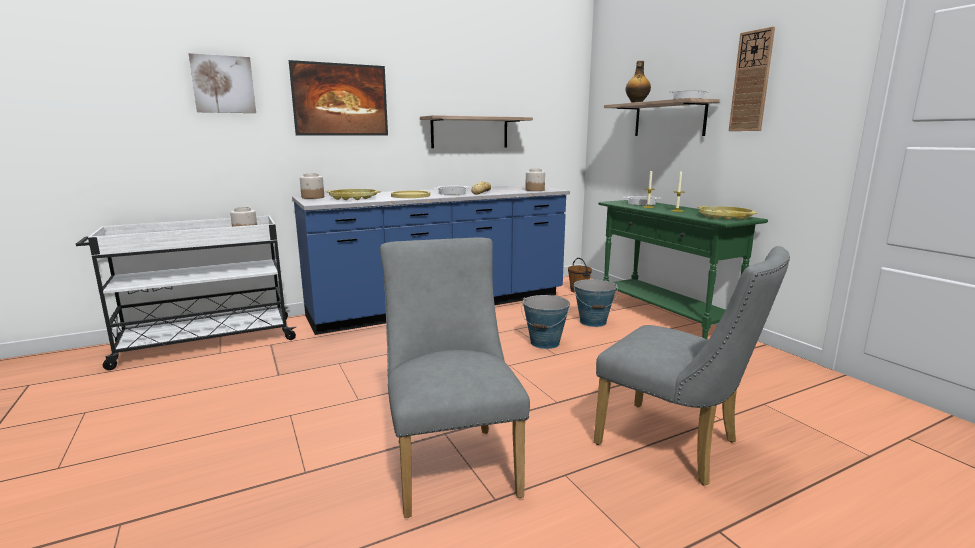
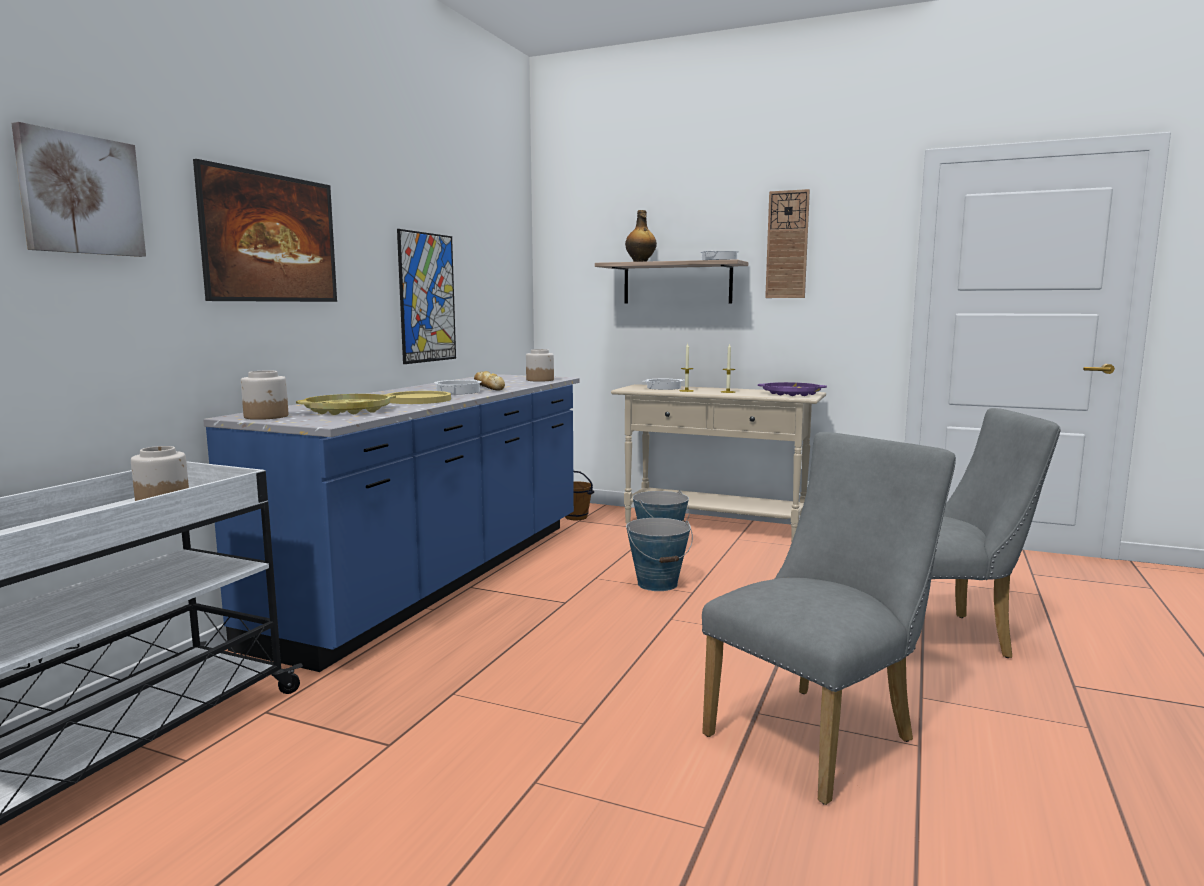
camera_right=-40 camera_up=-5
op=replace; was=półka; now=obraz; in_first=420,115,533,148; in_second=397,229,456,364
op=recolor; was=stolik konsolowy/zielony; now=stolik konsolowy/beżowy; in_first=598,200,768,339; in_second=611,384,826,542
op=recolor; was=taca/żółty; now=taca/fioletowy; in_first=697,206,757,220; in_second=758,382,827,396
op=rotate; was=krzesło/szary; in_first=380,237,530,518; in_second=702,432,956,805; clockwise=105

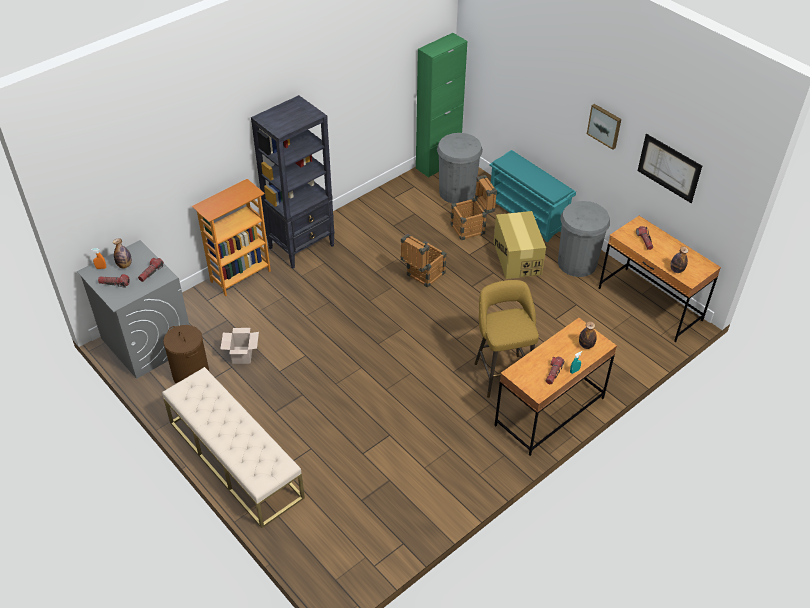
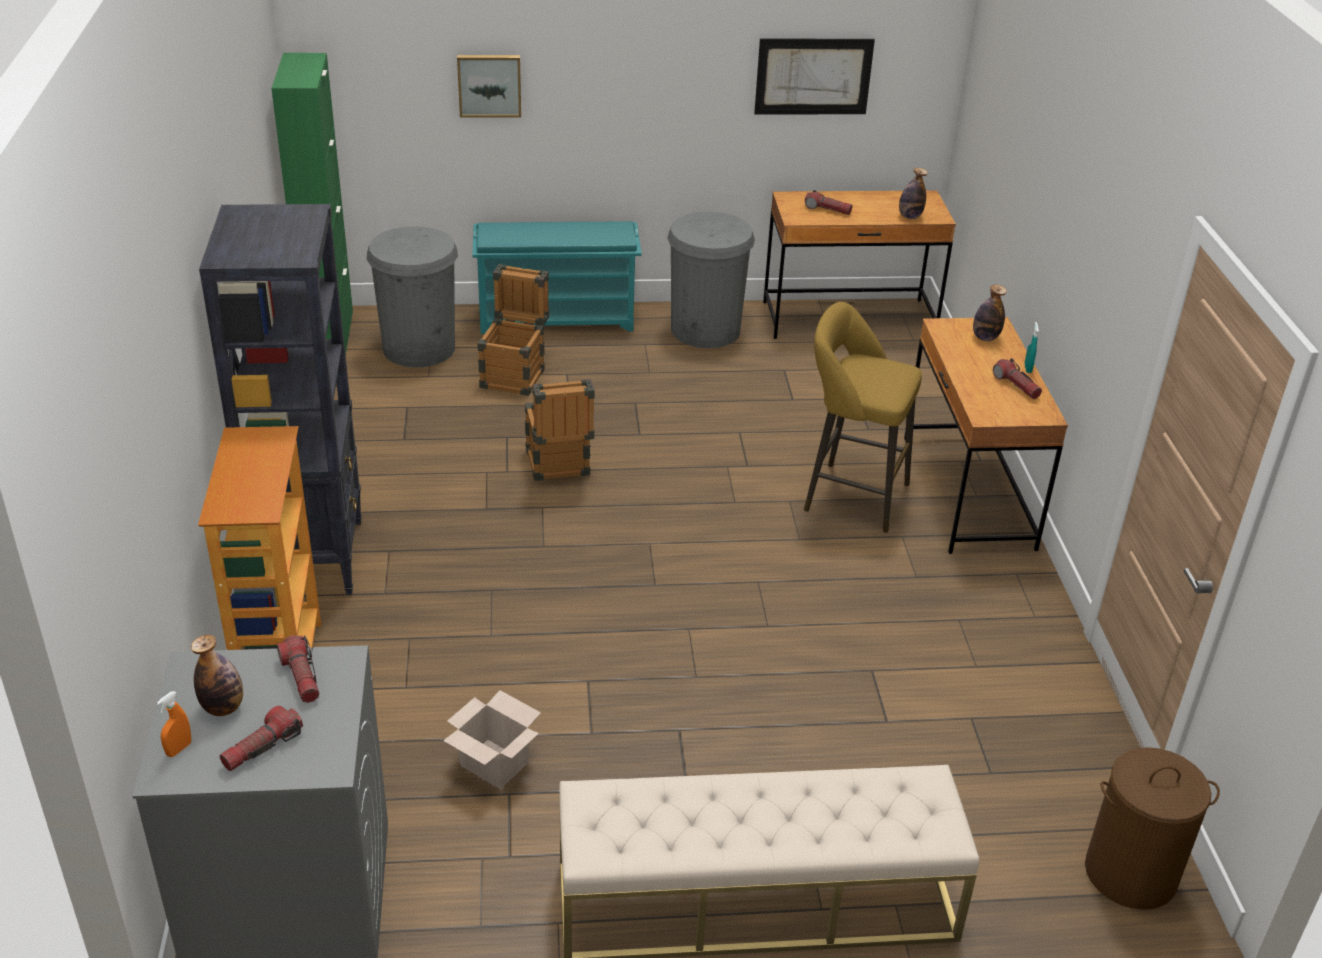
camera_right=-55 camera_up=-10
op=delete; was=karton; in_first=493,211,546,279
op=move; was=kosz na pranie/brązowy; in_first=163,325,209,384; in_second=1085,747,1220,910
op=move; was=obraz; in_first=587,104,621,150; in_second=457,55,521,118

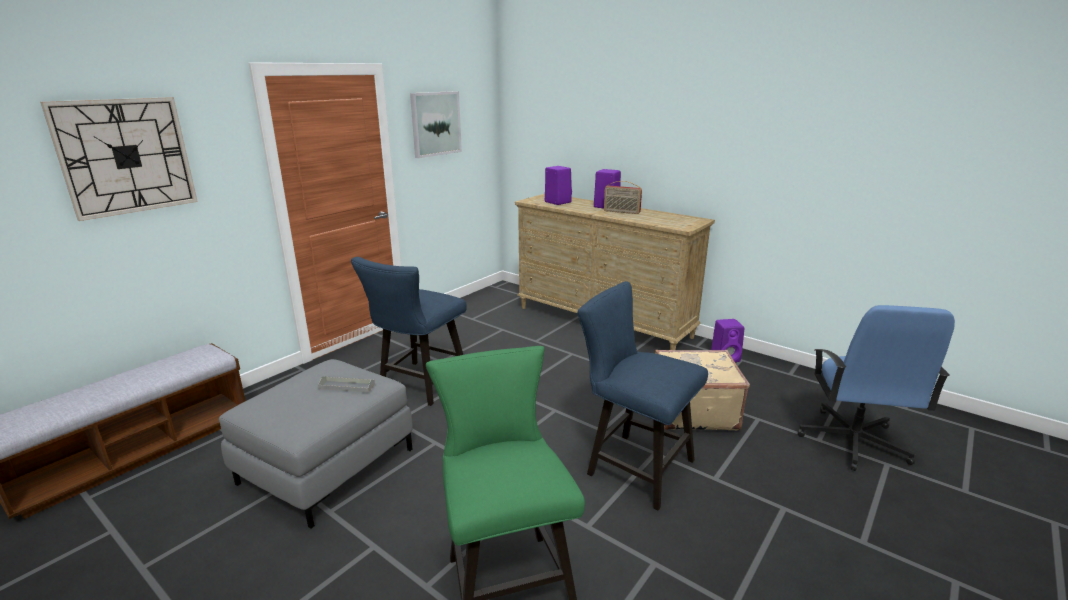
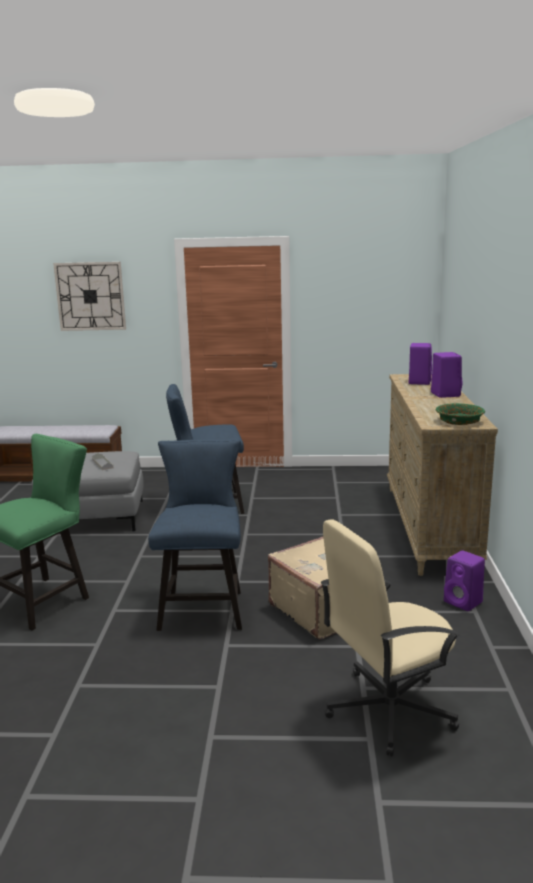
camera_right=55 camera_up=-5
op=delete; was=obraz; in_first=410,91,462,158
op=delete; was=radio; in_first=604,181,642,214
op=insert; now=miska/zielony; in_second=436,403,485,425
op=recolor; was=krzesło biurowe/niebieski; now=krzesło biurowe/beżowy; in_first=798,305,955,471; in_second=320,520,460,757

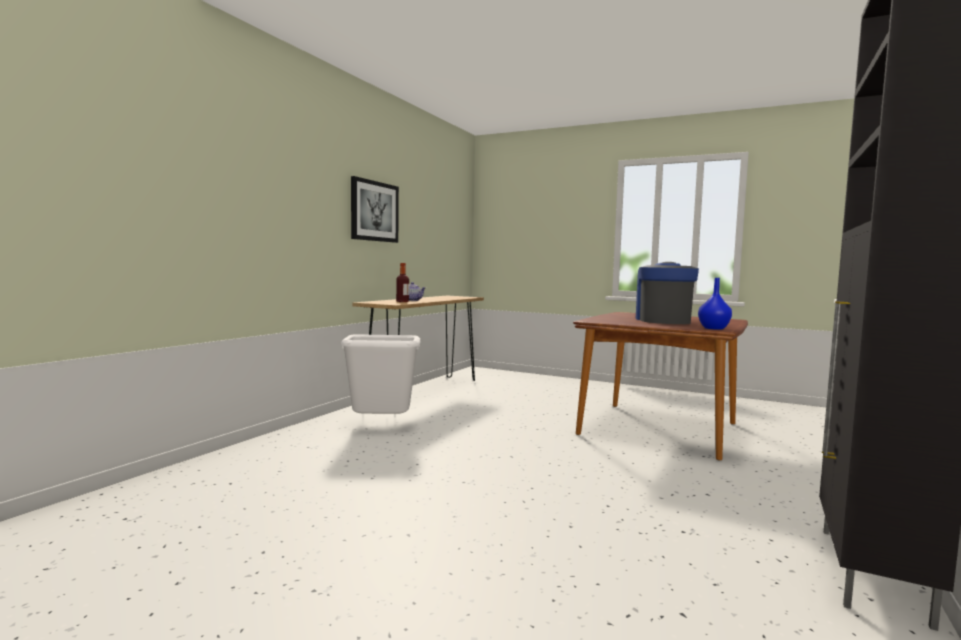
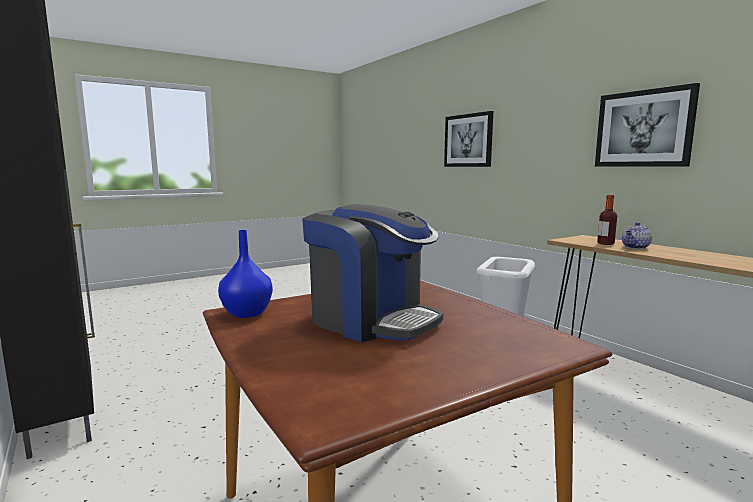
camera_right=120 camera_up=5
op=insert; now=obraz; in_second=444,111,493,167

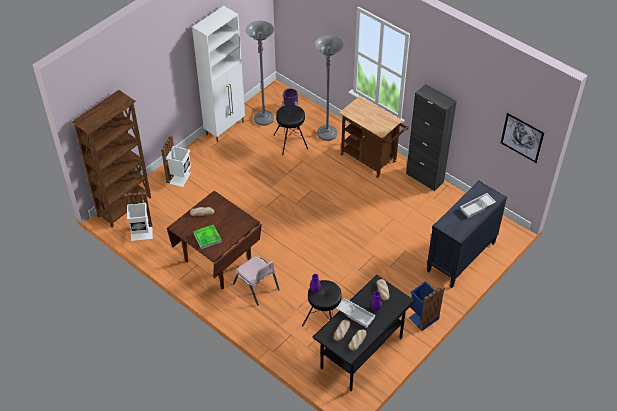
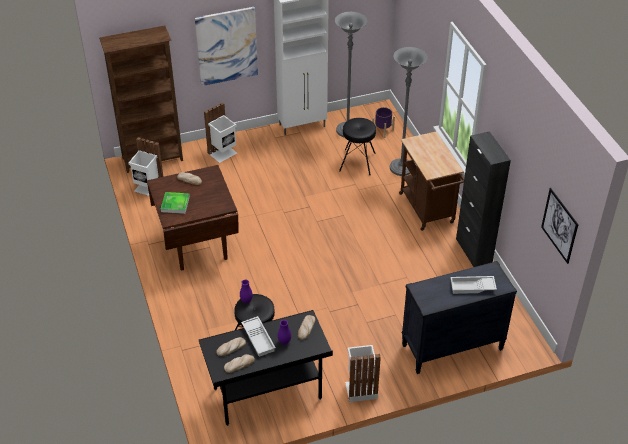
camera_right=30 camera_up=-5
op=delete; was=krzesło/różowy; in_first=233,256,280,306
op=insert; now=obraz; in_second=195,7,258,86
op=recolor; was=kosz na śmieci/niebieski; now=kosz na śmieci/biały; in_first=409,281,445,331; in_second=345,345,381,402

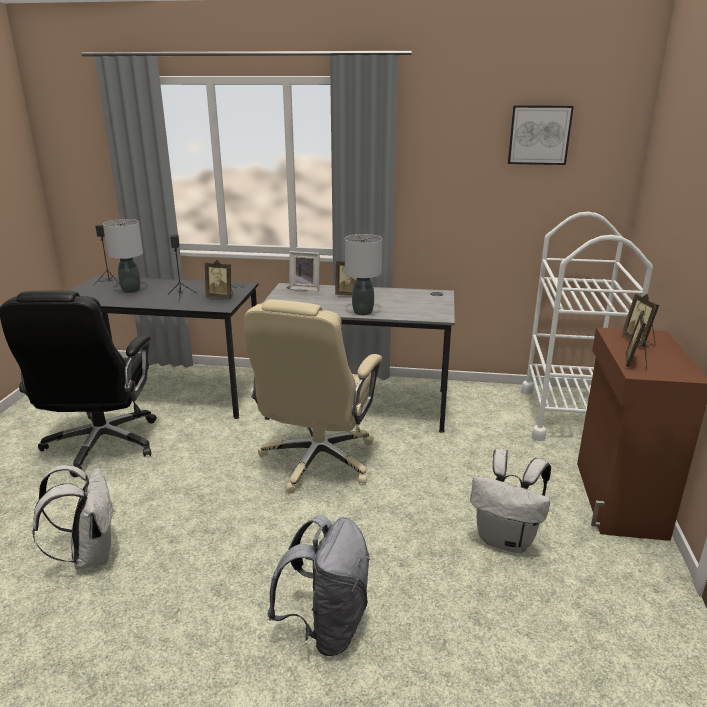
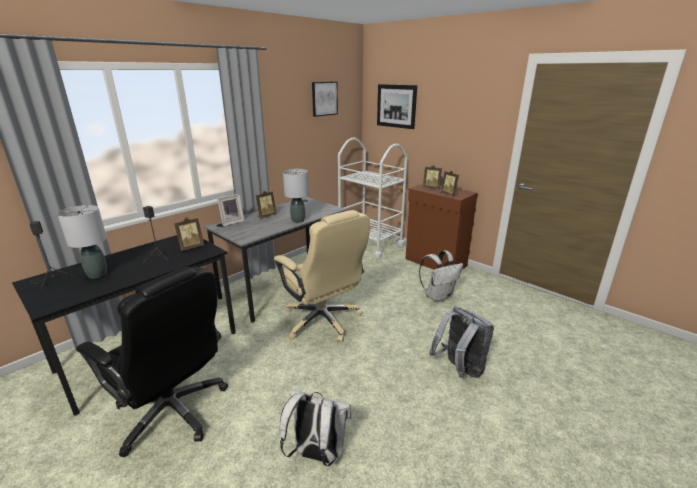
camera_right=-55 camera_up=0
op=insert; now=obraz; in_second=377,84,417,129

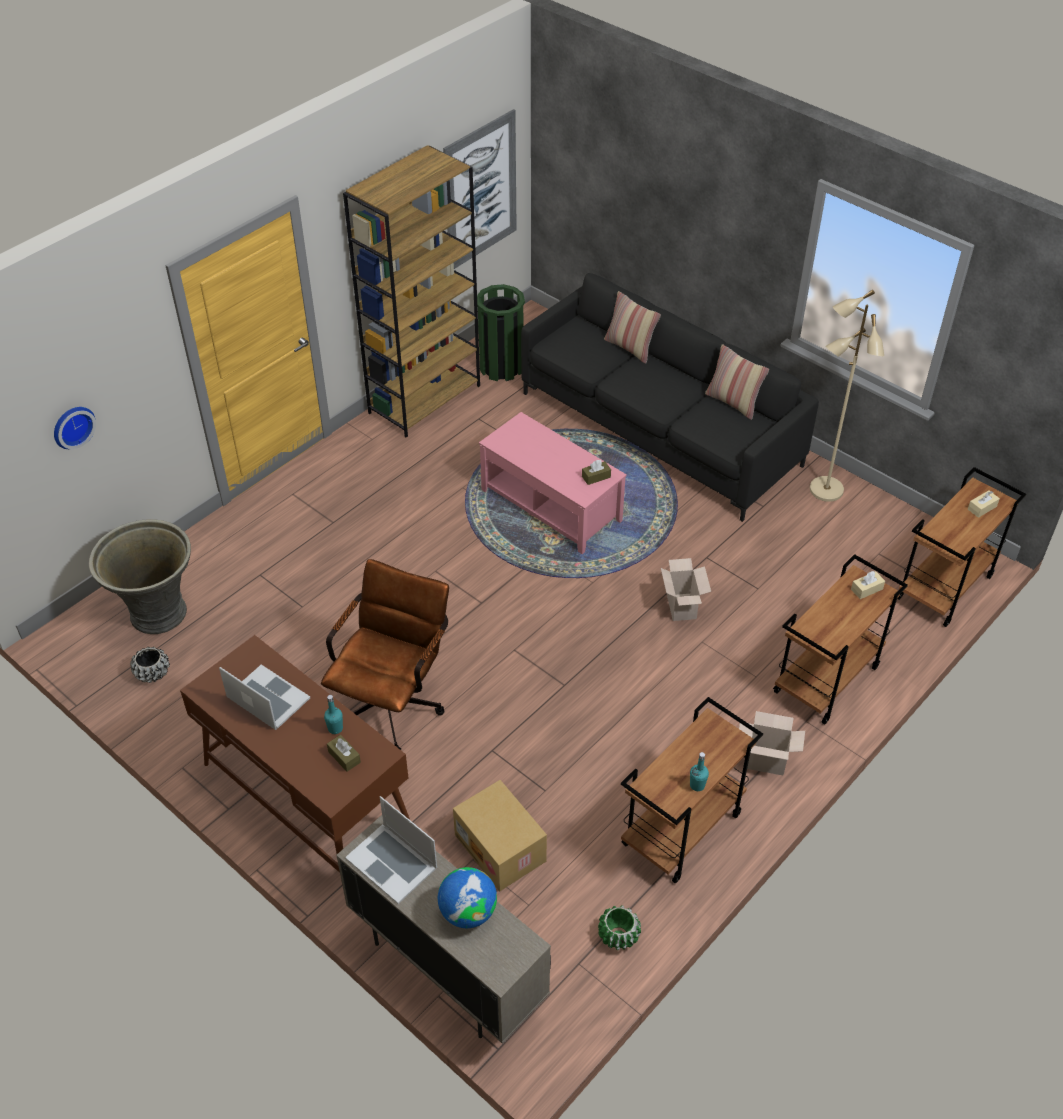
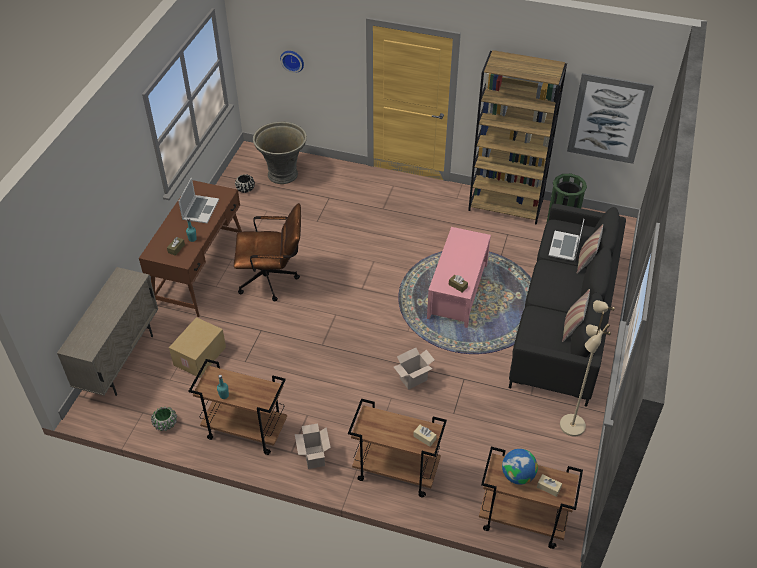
camera_right=65 camera_up=0
op=move; was=laptop; in_first=345,796,437,904; in_second=549,219,584,261
op=move; was=globus; in_first=438,867,497,928; in_second=502,449,538,485

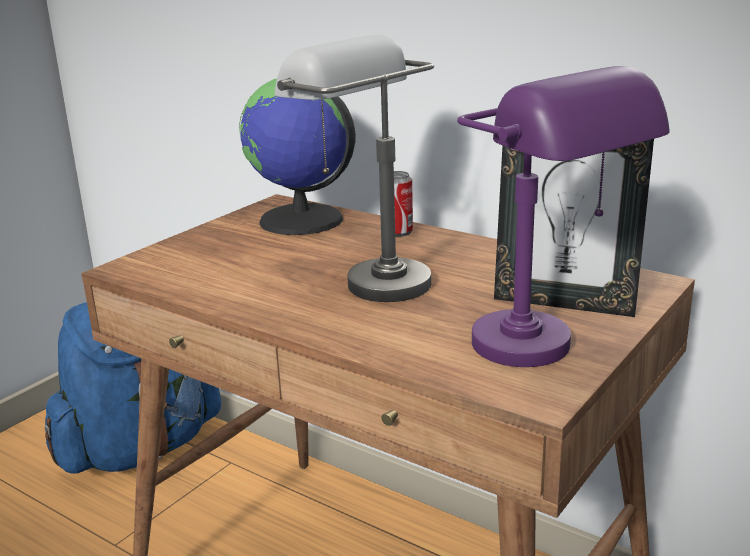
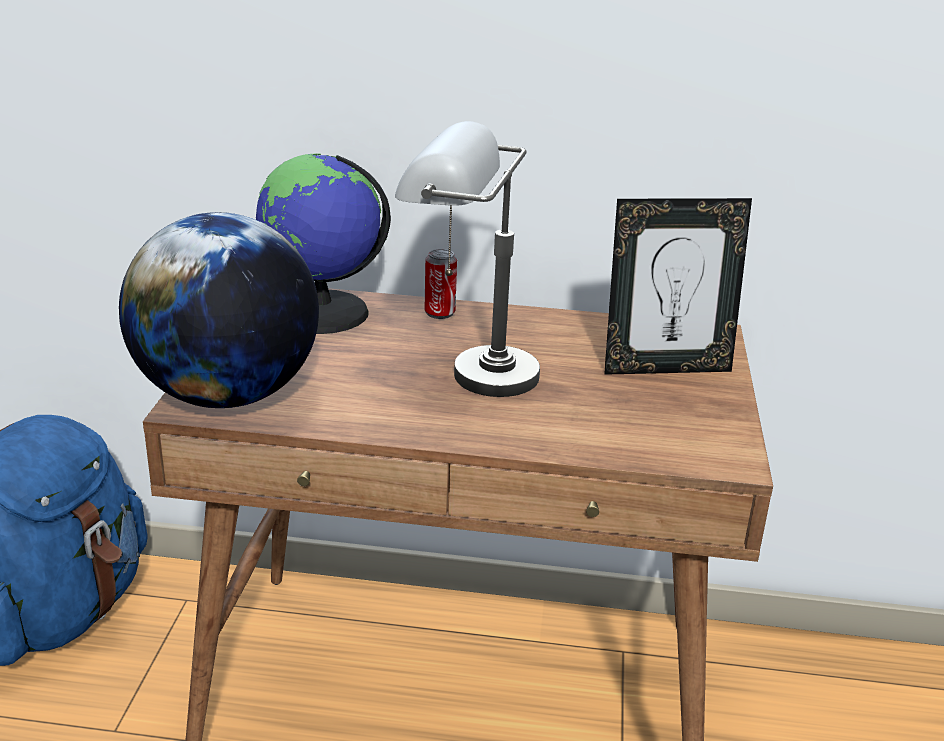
camera_right=-30 camera_up=5
op=delete; was=lampa stołowa/fioletowy; in_first=457,66,670,367
op=insert; now=globus; in_second=119,212,319,408

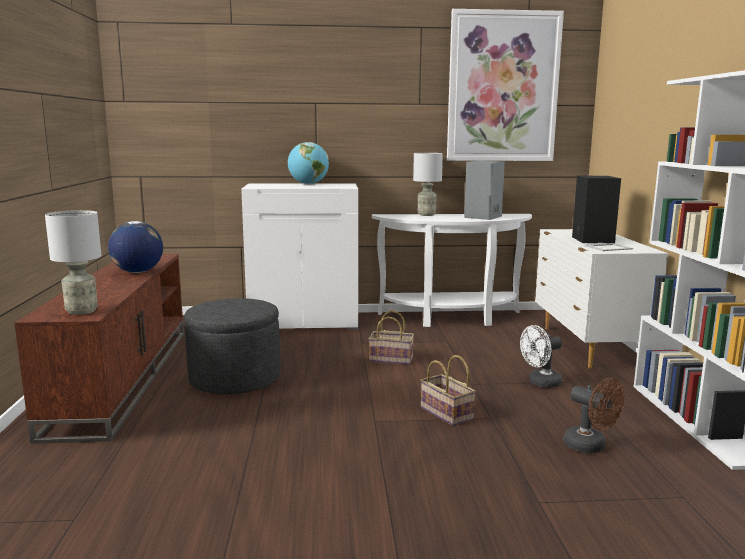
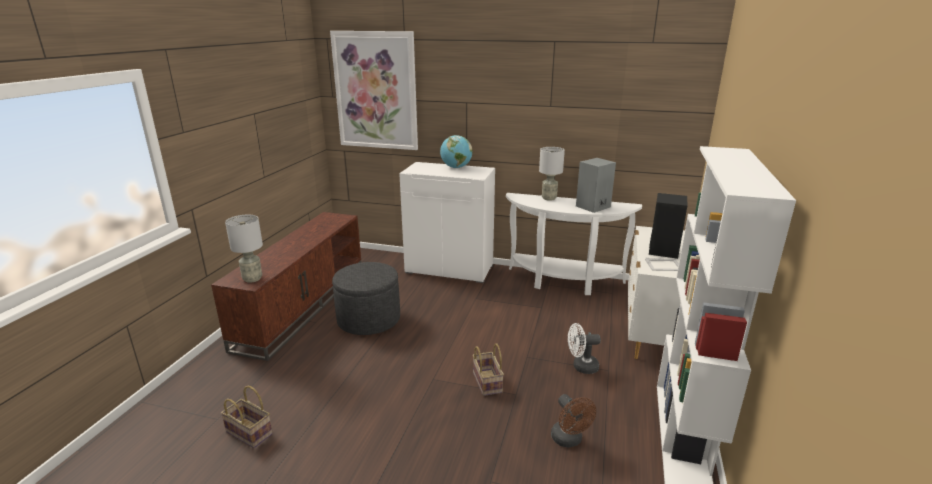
camera_right=20 camera_up=10
op=delete; was=globus; in_first=108,221,163,273
op=move; was=koszyk; in_first=369,310,414,364; in_second=221,386,273,448
op=move; was=obraz; in_first=447,9,564,161; in_second=330,31,418,150

